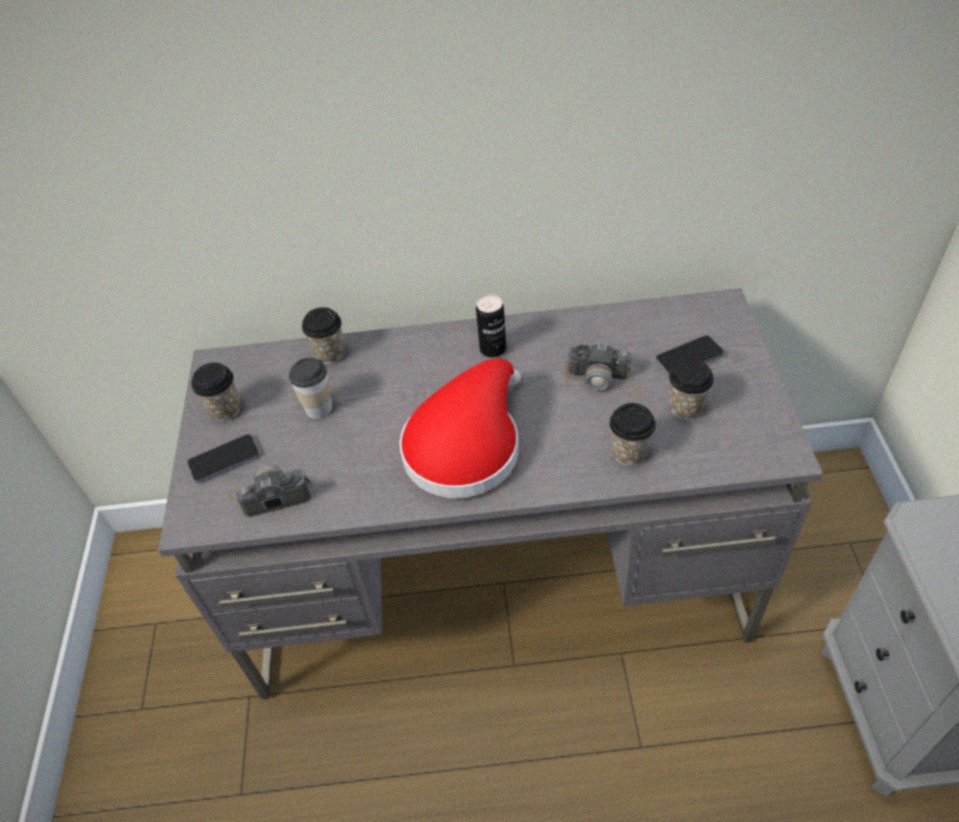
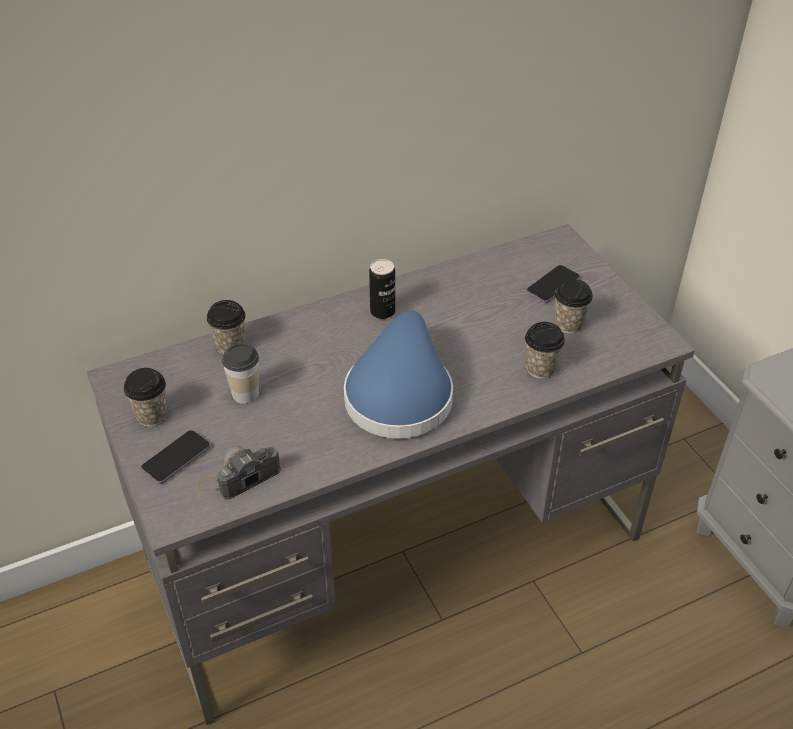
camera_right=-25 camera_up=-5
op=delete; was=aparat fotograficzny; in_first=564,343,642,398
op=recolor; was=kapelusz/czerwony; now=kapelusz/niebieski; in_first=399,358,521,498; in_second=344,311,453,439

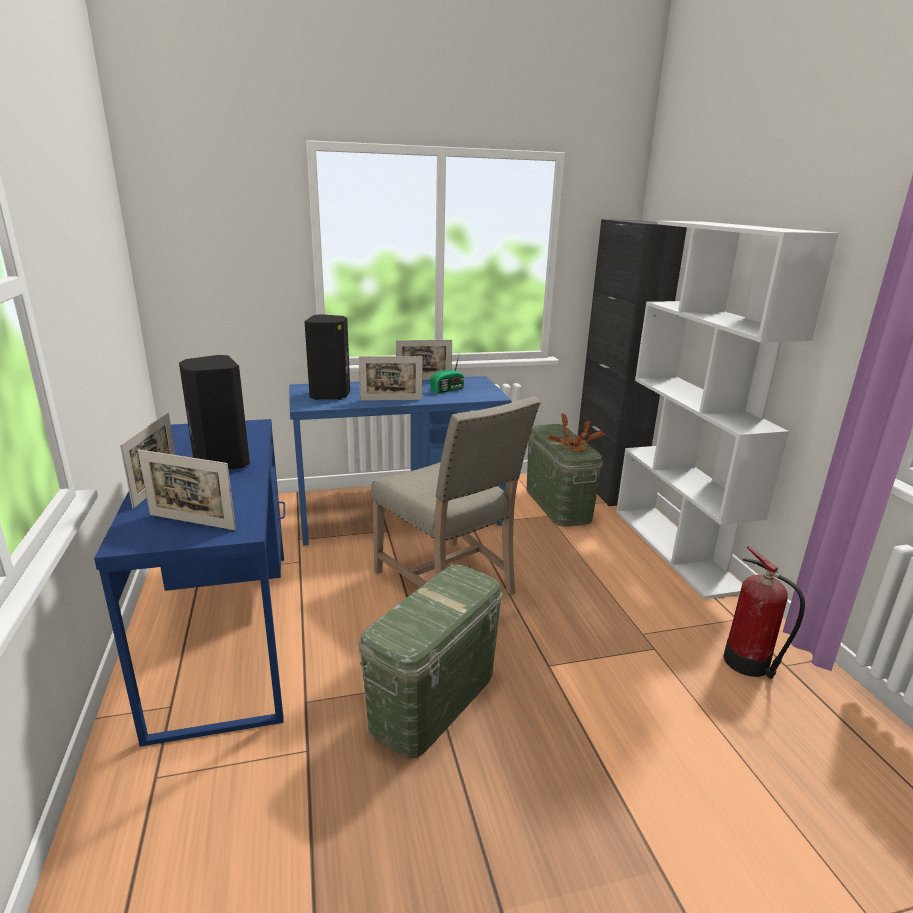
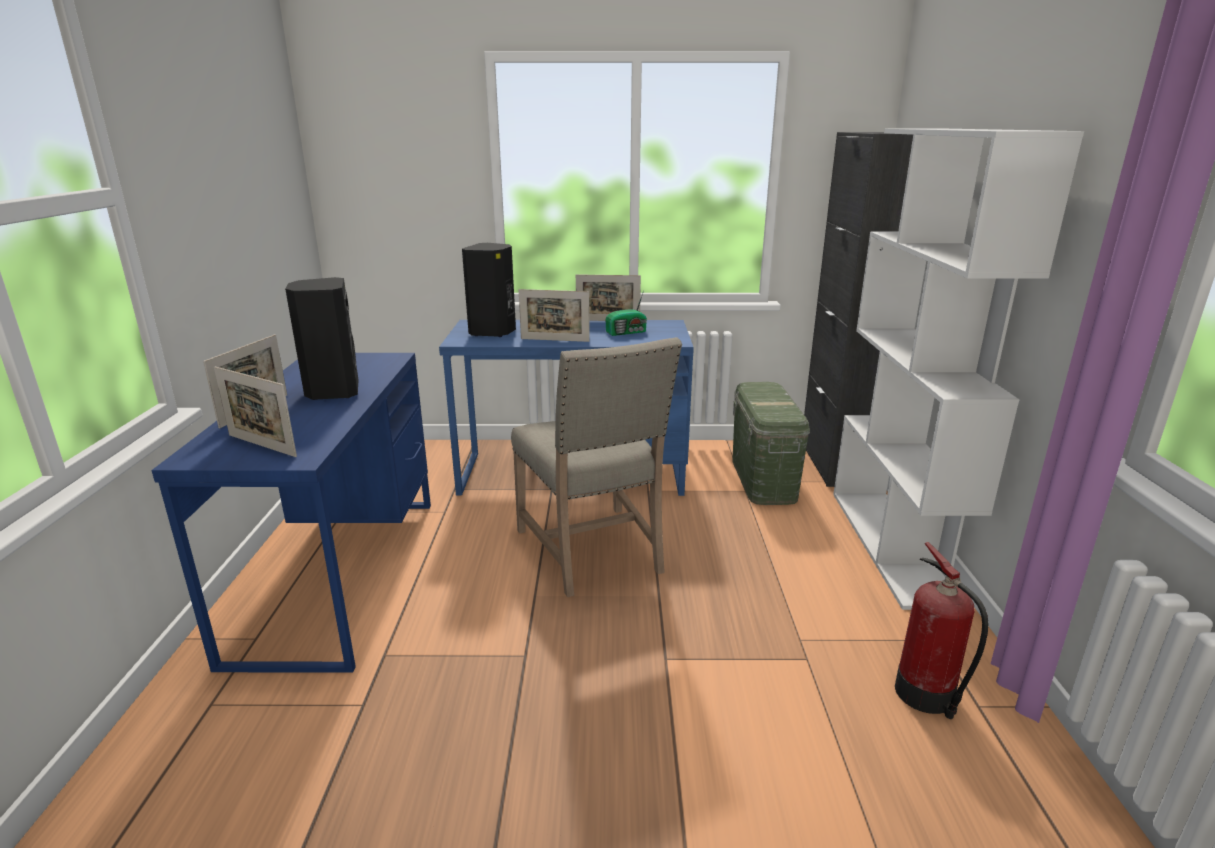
camera_right=15 camera_up=0
op=delete; was=pojemnik do przechowywania/zielony; in_first=359,565,503,759
op=delete; was=roślina doniczkowa; in_first=548,413,606,452

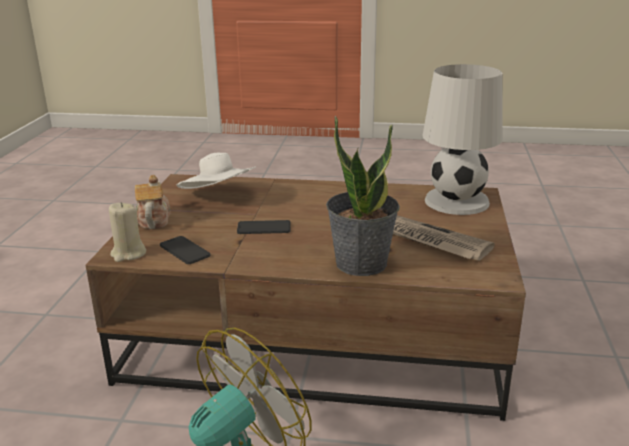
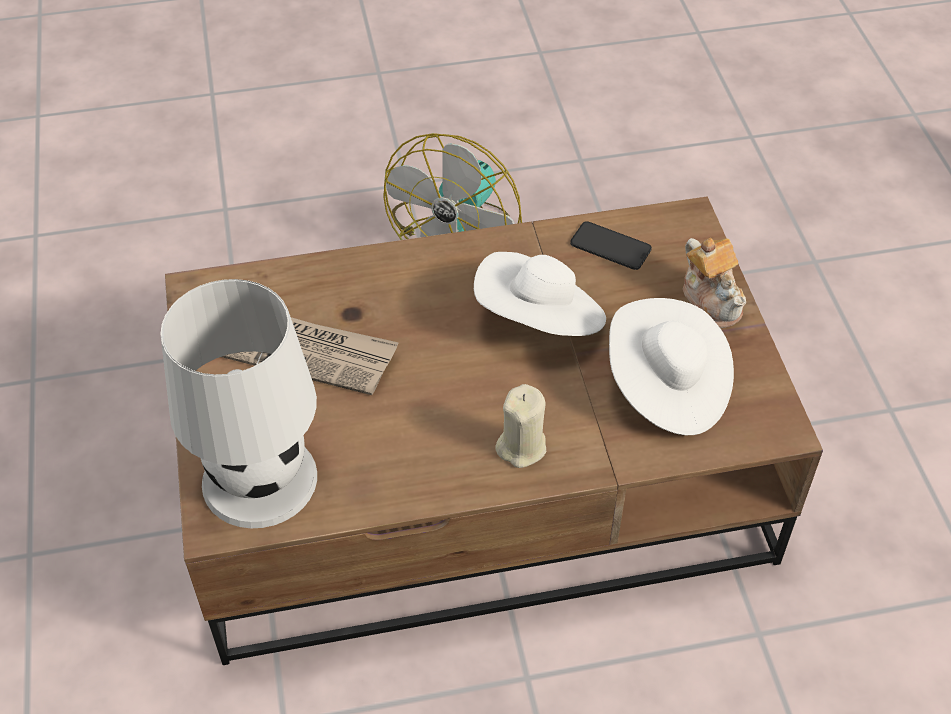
camera_right=160 camera_up=25
op=delete; was=roślina doniczkowa; in_first=326,116,400,276
op=move; was=świeca/beżowy; in_first=109,202,146,262; in_second=496,384,546,468
op=replace; was=telefon; now=kapelusz/biały; in_first=237,220,291,234; in_second=474,252,606,336

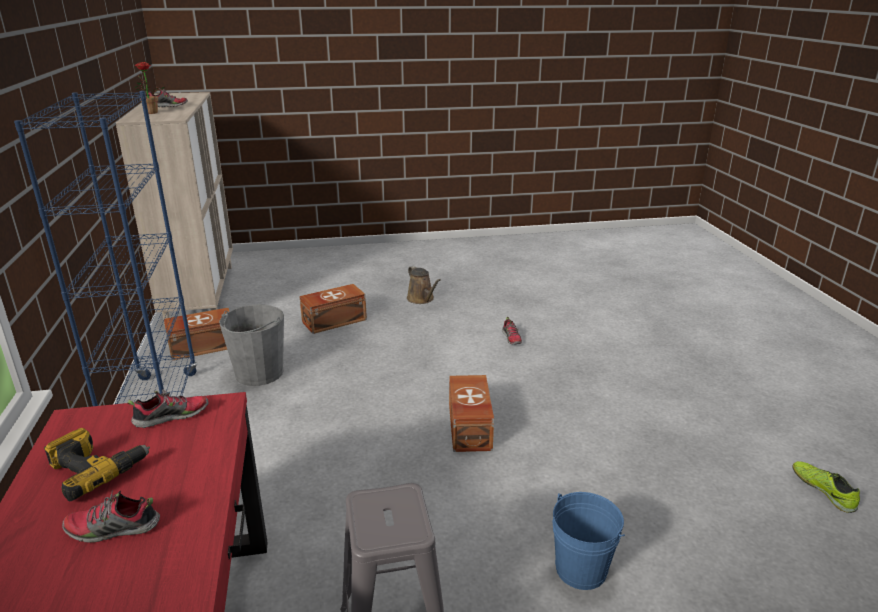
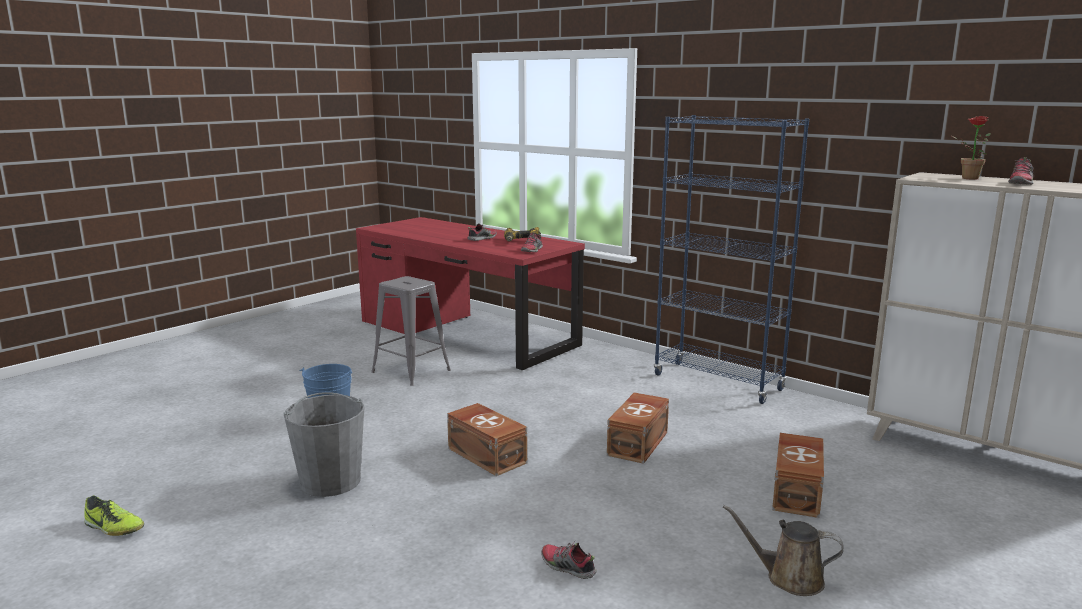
camera_right=140 camera_up=-10
op=move; was=pojemnik do przechowywania/brązowy; in_first=164,308,229,361; in_second=607,392,669,464
op=move; was=wiadro/szary; in_first=219,305,284,386; in_second=283,392,365,497

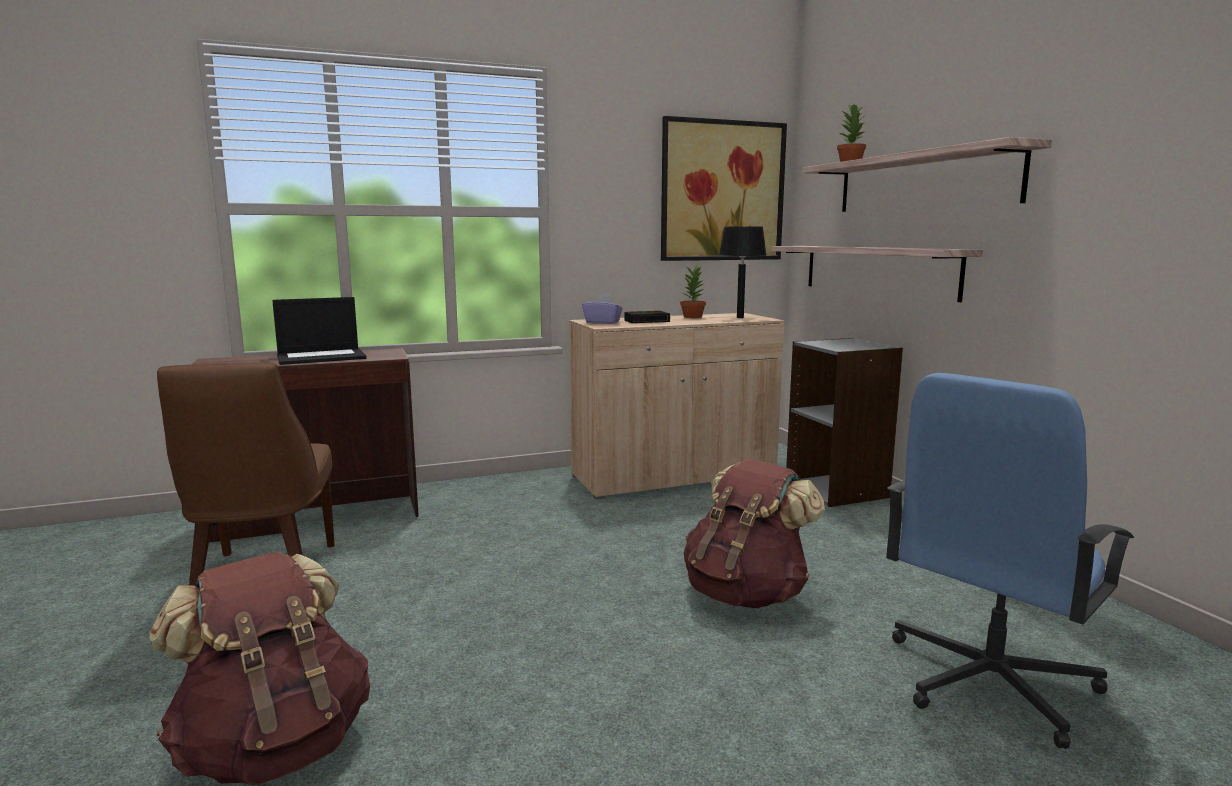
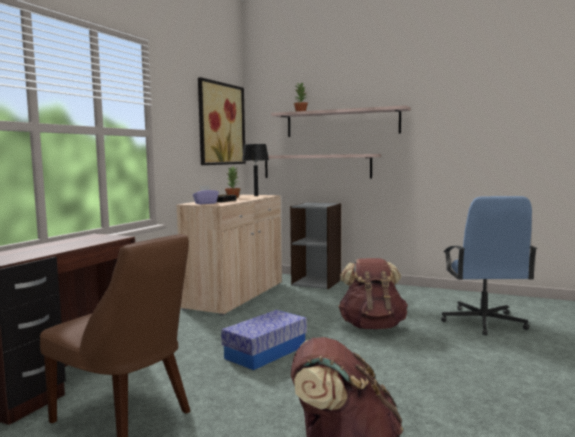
camera_right=-45 camera_up=-5
op=delete; was=laptop; in_first=272,297,366,365
op=insert; now=pojemnik do przechowywania; in_second=221,310,307,370

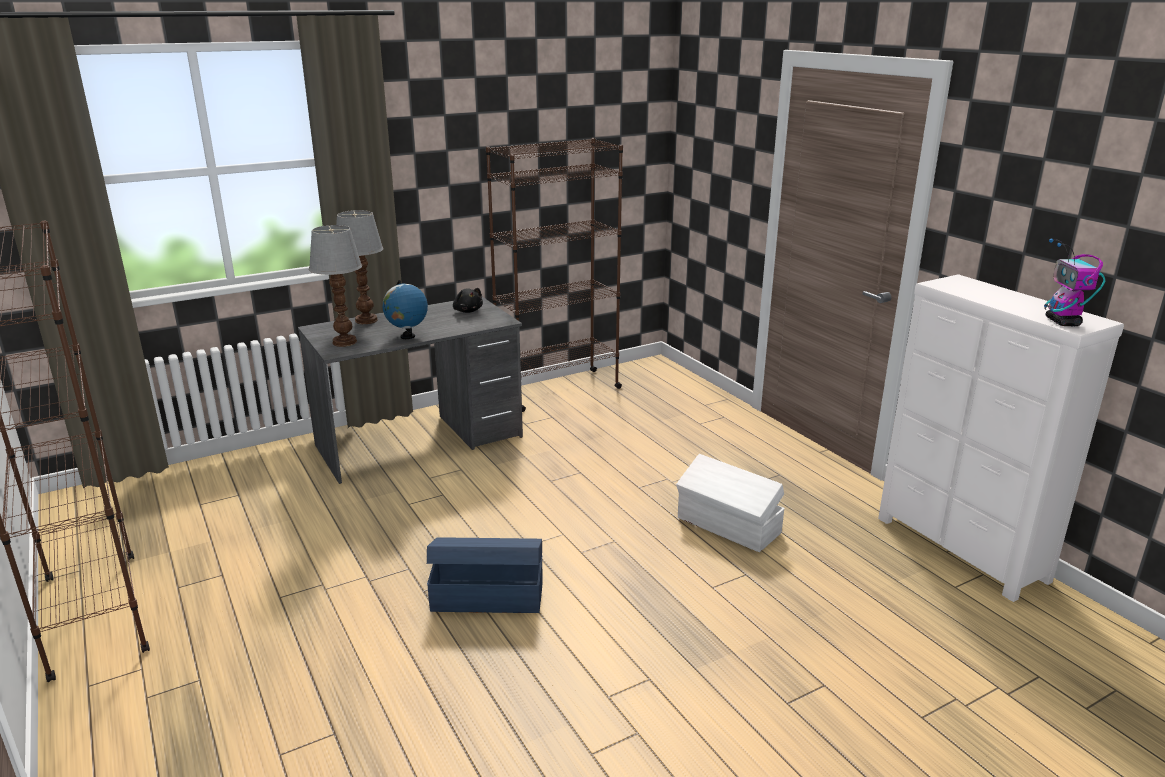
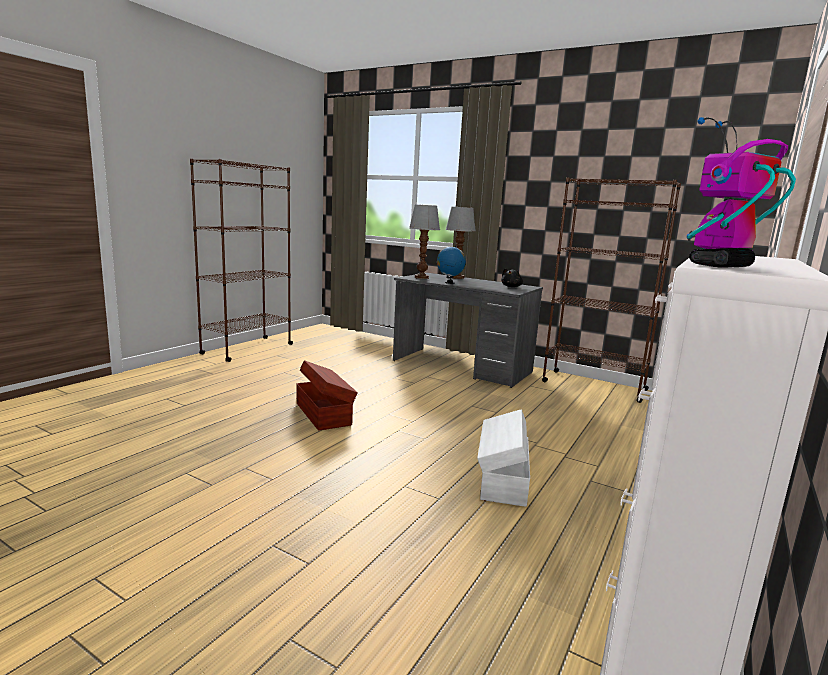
camera_right=60 camera_up=-10
op=recolor; was=pojemnik do przechowywania/niebieski; now=pojemnik do przechowywania/brązowy; in_first=427,538,543,613; in_second=297,360,358,431

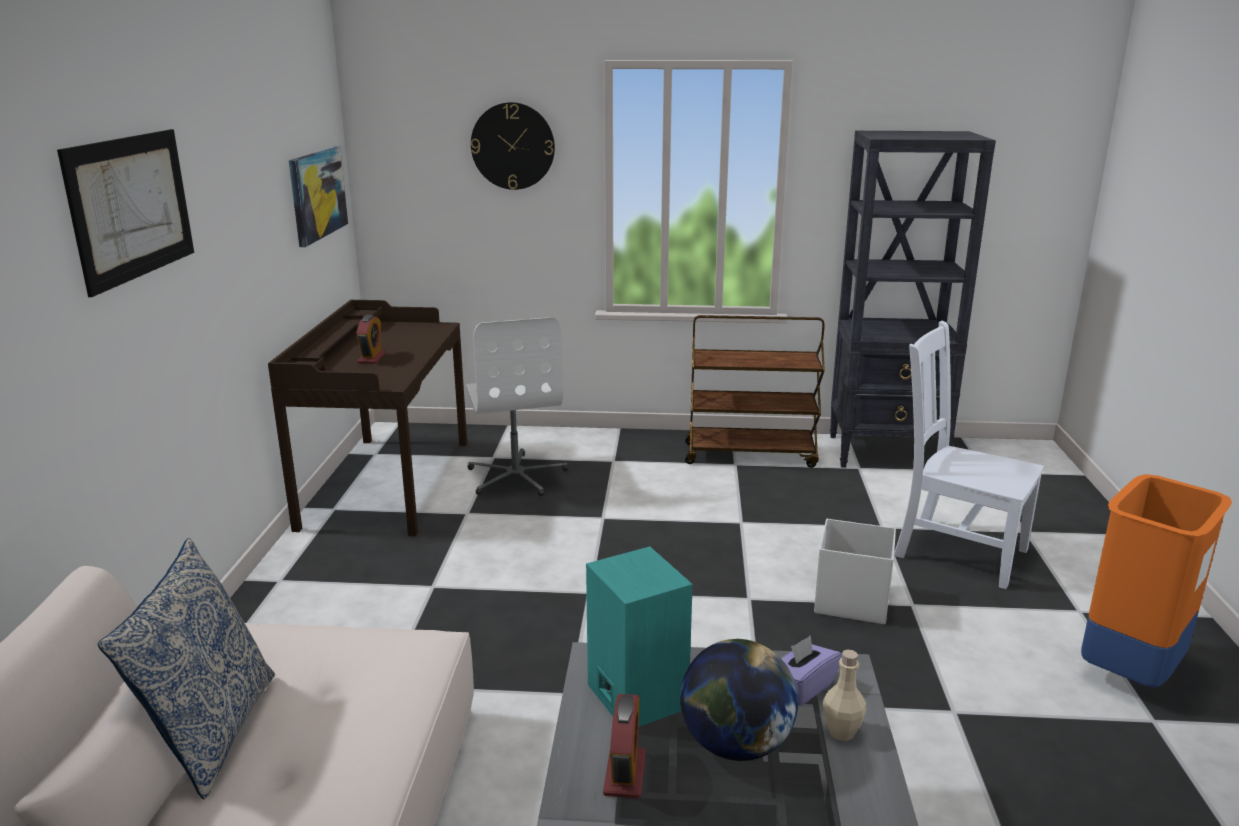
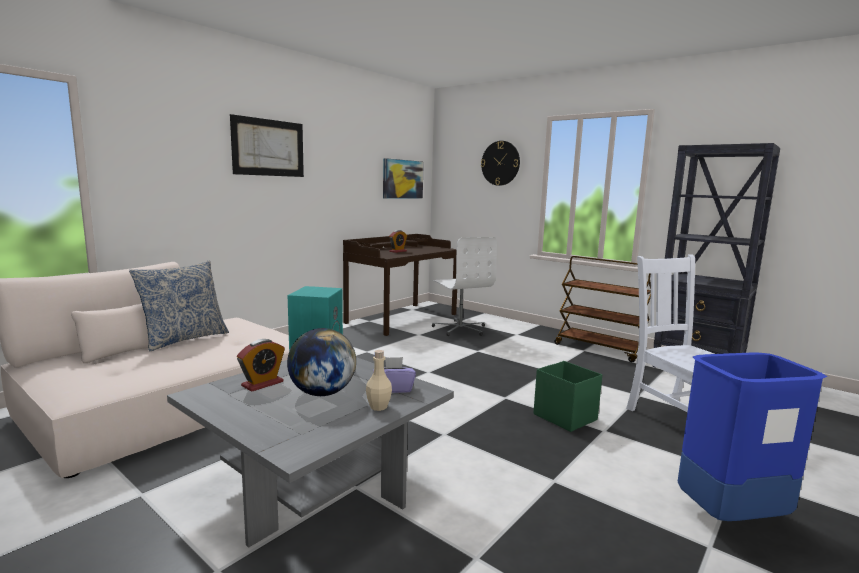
camera_right=35 camera_up=-10
op=recolor; was=pojemnik do przechowywania/biały; now=pojemnik do przechowywania/zielony; in_first=814,519,896,624; in_second=534,361,602,432
op=recolor; was=kosz na śmieci/pomarańczowy; now=kosz na śmieci/niebieski; in_first=1081,474,1232,688; in_second=678,353,827,521
op=rotate; was=krzesło biurowe/biały; in_first=466,317,568,496; in_second=432,237,497,336; clockwise=-45

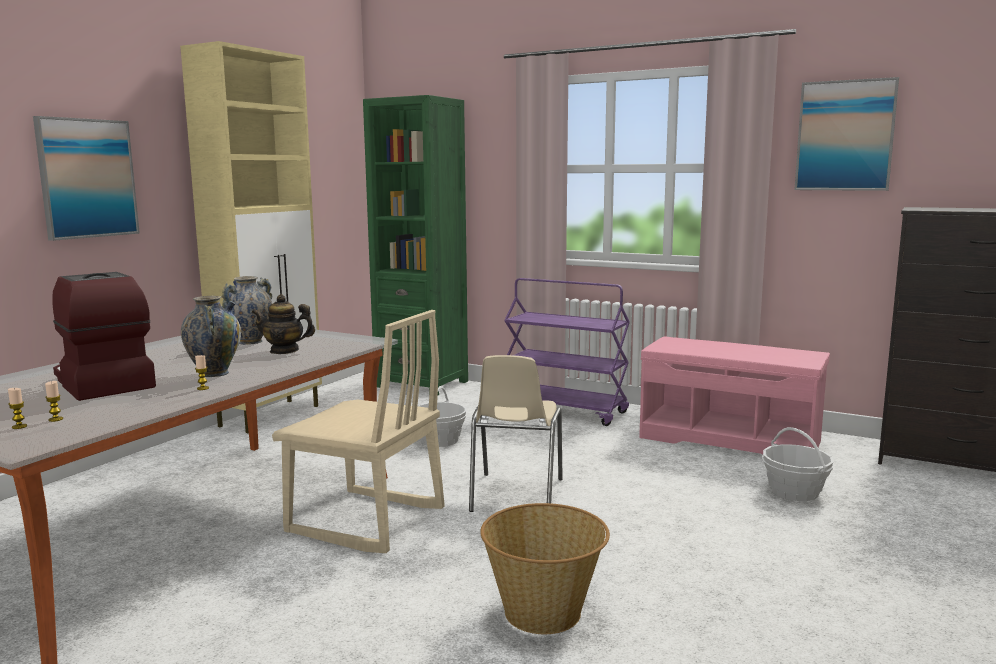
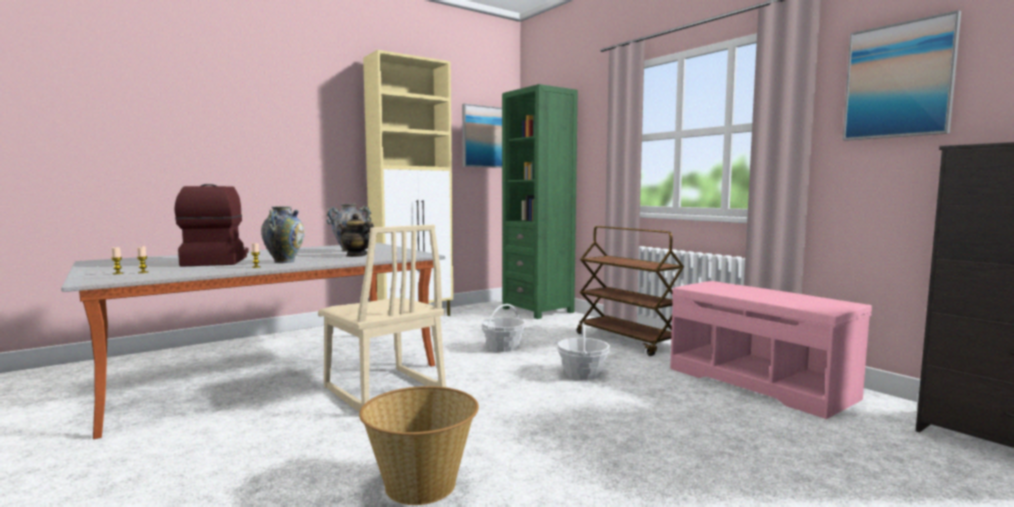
camera_right=25 camera_up=-5
op=delete; was=krzesło/beżowy; in_first=469,355,563,512
op=move; was=obraz; in_first=33,116,140,241; in_second=462,104,502,168
op=move; was=koszyk; in_first=762,427,834,501; in_second=557,323,610,380
op=recolor; was=wózek/fioletowy; now=wózek/brązowy; in_first=504,278,630,426; in_second=577,226,684,356

